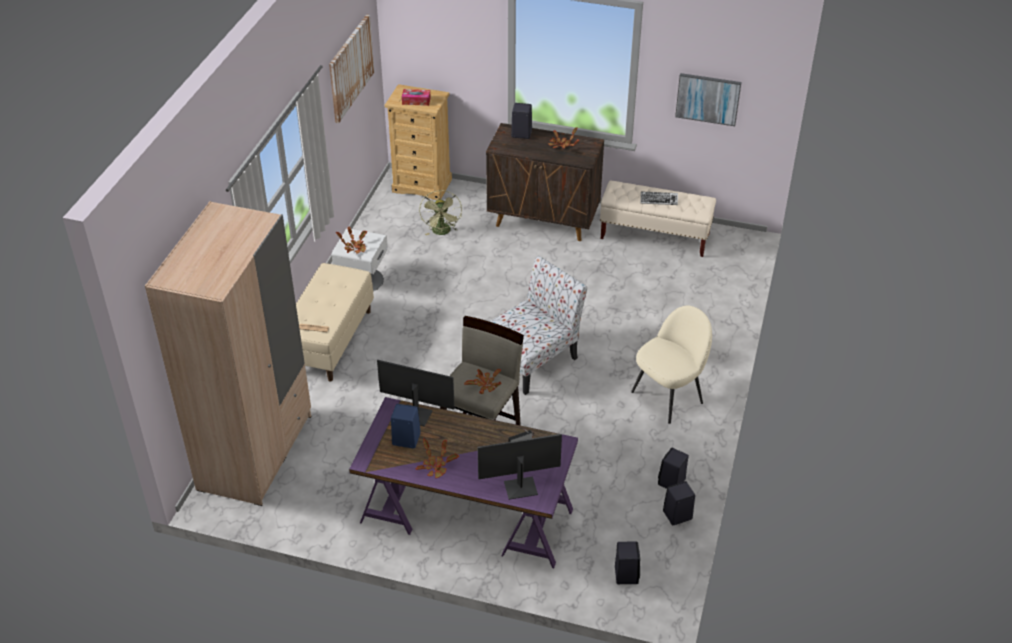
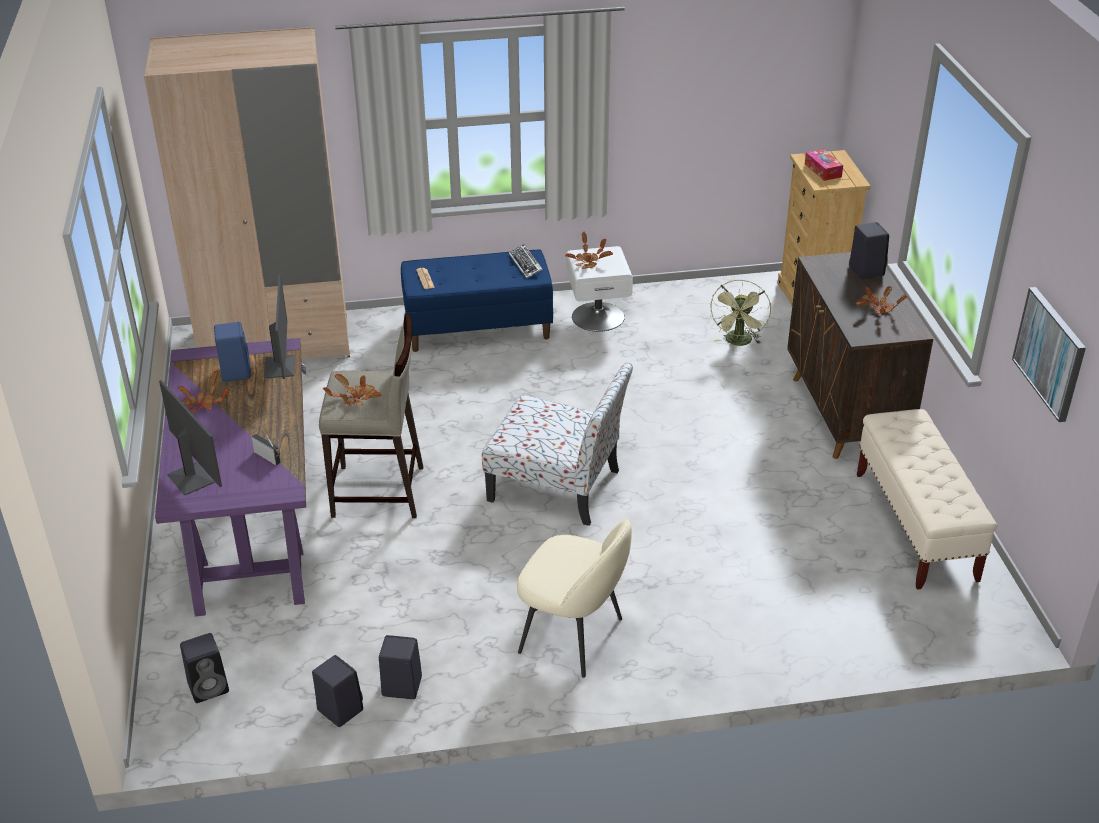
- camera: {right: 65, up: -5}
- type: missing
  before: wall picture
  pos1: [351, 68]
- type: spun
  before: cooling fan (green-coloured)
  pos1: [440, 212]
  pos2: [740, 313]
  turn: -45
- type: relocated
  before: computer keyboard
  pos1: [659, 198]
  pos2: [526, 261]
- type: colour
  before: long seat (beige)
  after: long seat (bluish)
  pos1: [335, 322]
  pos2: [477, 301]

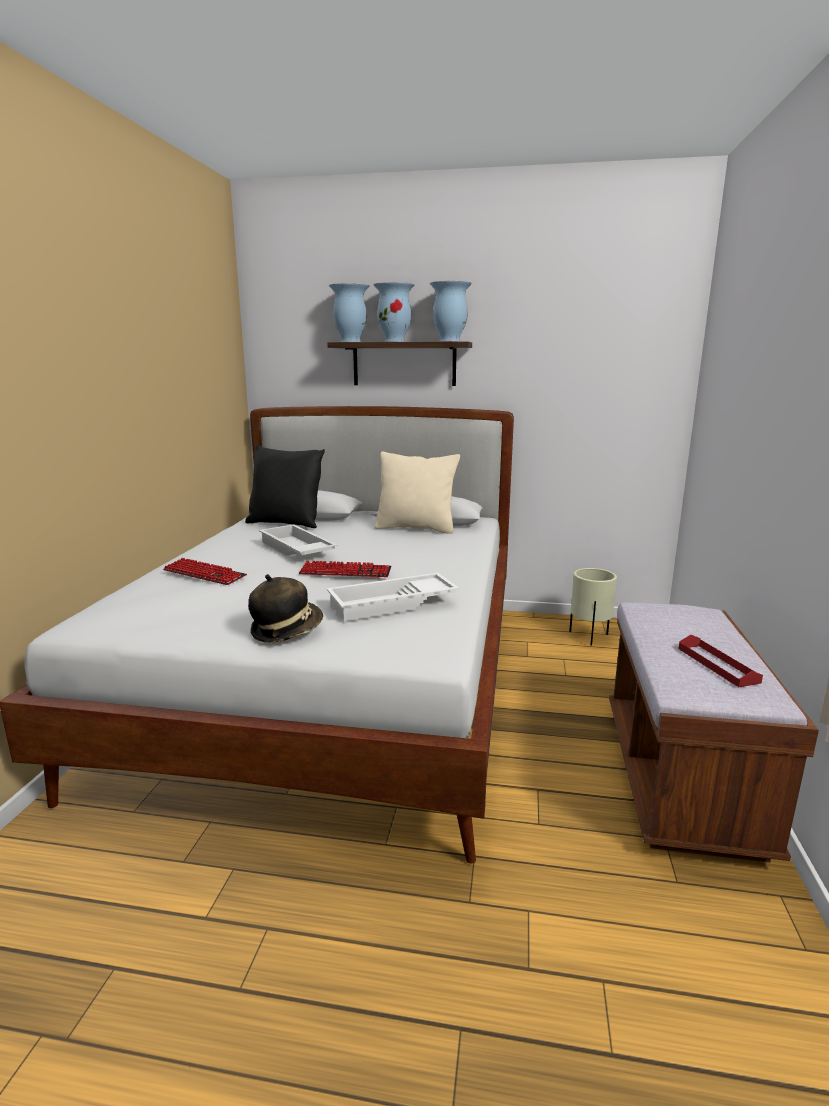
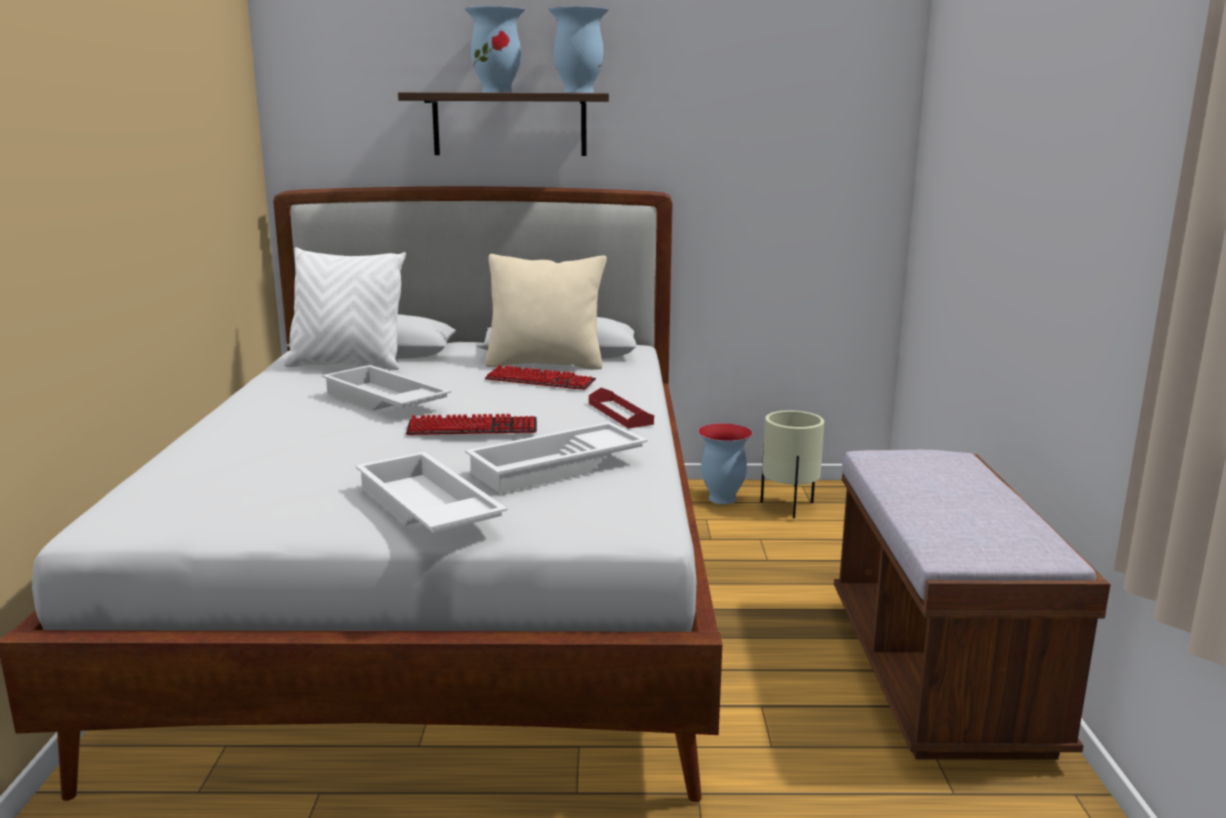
- camera: {right: -10, up: 0}
- type: relocated
  before: vase
  pos1: [349, 312]
  pos2: [725, 463]
- type: colour
  before: pillow (black)
  after: pillow (white-coloured)
  pos1: [285, 486]
  pos2: [345, 308]
- type: relocated
  before: computer keyboard
  pos1: [205, 571]
  pos2: [540, 377]
- type: exchanged
  before: hat
  after: carrying tray (white-coloured)
  pos1: [285, 608]
  pos2: [431, 492]
- type: relocated
  before: carrying tray (reddish)
  pos1: [720, 661]
  pos2: [621, 408]

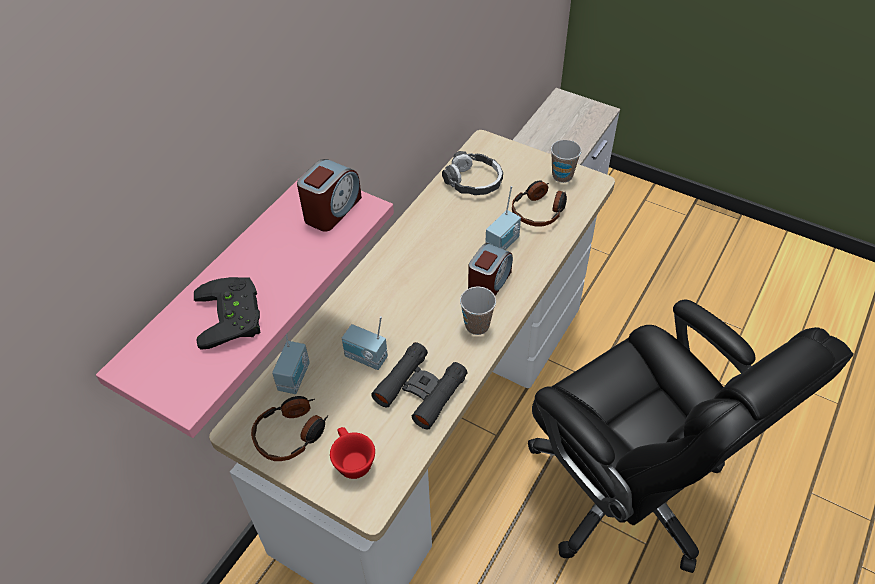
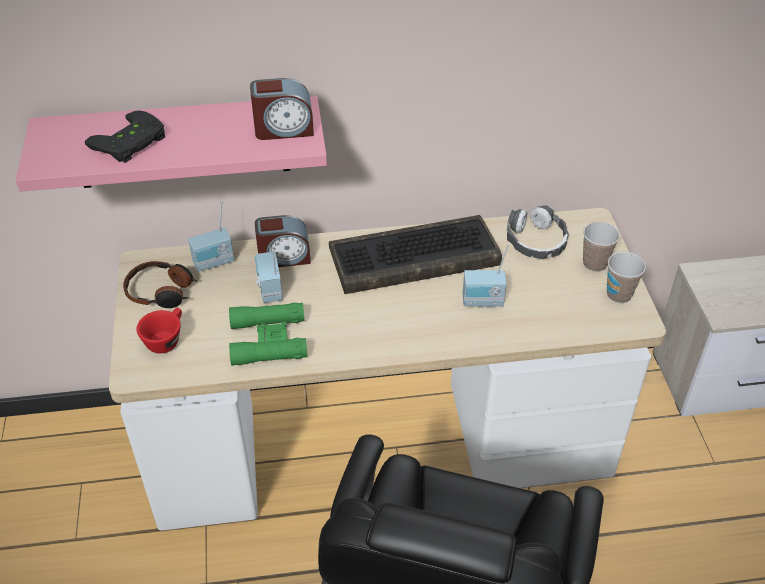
- camera: {right: 50, up: -5}
- type: missing
  before: headset
  pos1: [539, 204]
- type: relocated
  before: bedside clock
  pos1: [490, 269]
  pos2: [283, 241]
- type: relocated
  before: cup
  pos1: [478, 311]
  pos2: [601, 247]
- type: colour
  before: field glasses (black)
  after: field glasses (green-coloured)
  pos1: [419, 385]
  pos2: [268, 333]
- type: appeared
  after: computer keyboard
  pos2: [415, 254]

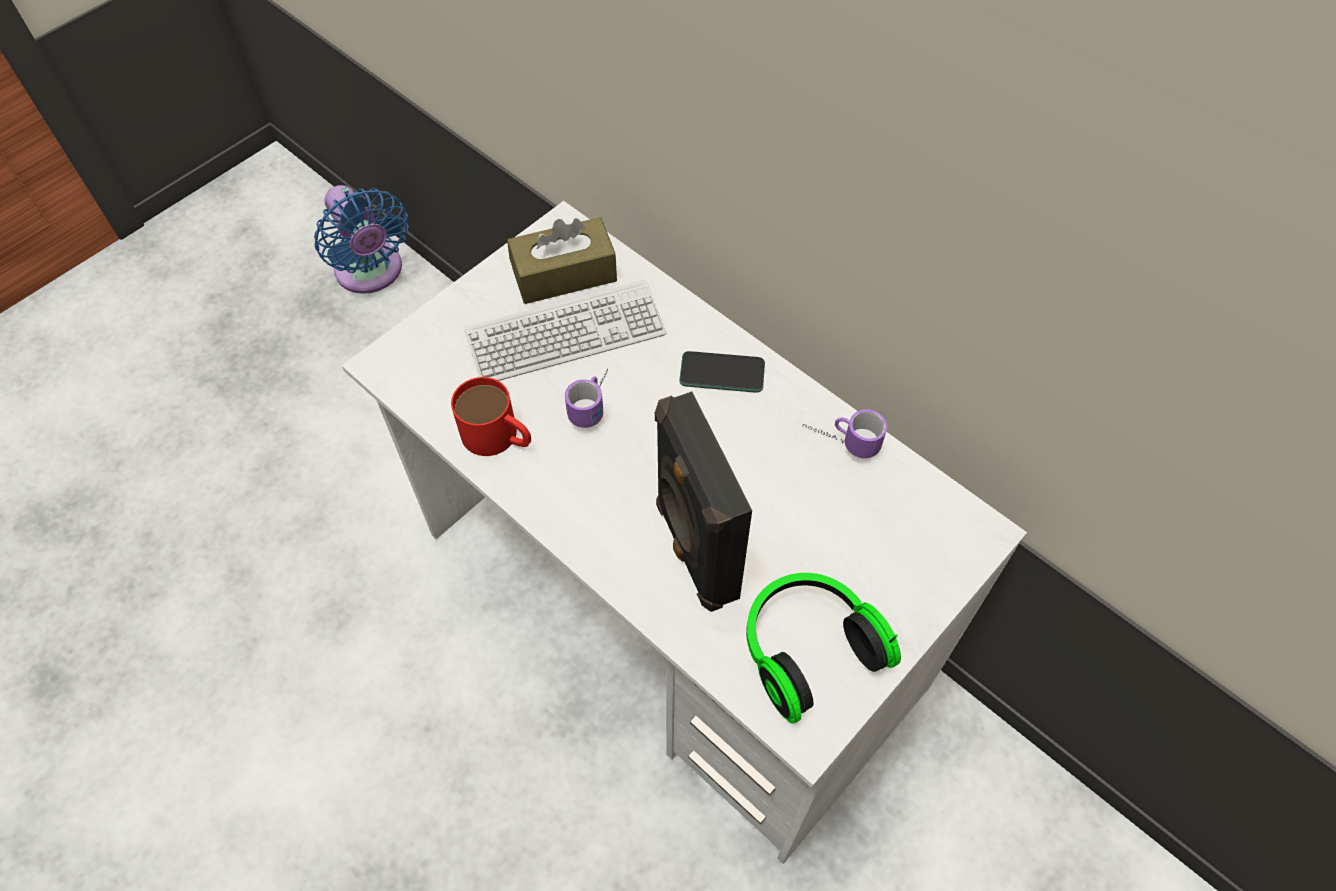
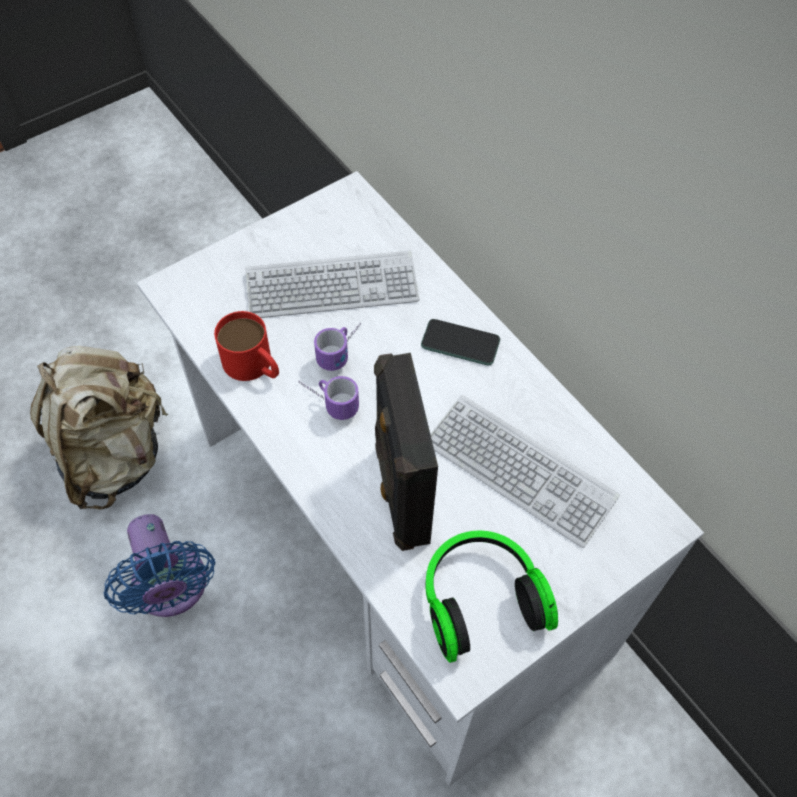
- camera: {right: 10, up: 0}
- type: relocated
  before: cooling fan (bluish)
  pos1: [361, 239]
  pos2: [159, 565]
- type: missing
  before: tissue box (brownish)
  pos1: [562, 260]
- type: relocated
  before: coffee mug
  pos1: [844, 433]
  pos2: [328, 398]
- type: appeared
  after: backpack (beige)
  pos2: [99, 428]
- type: appeared
  after: computer keyboard
  pos2: [525, 471]

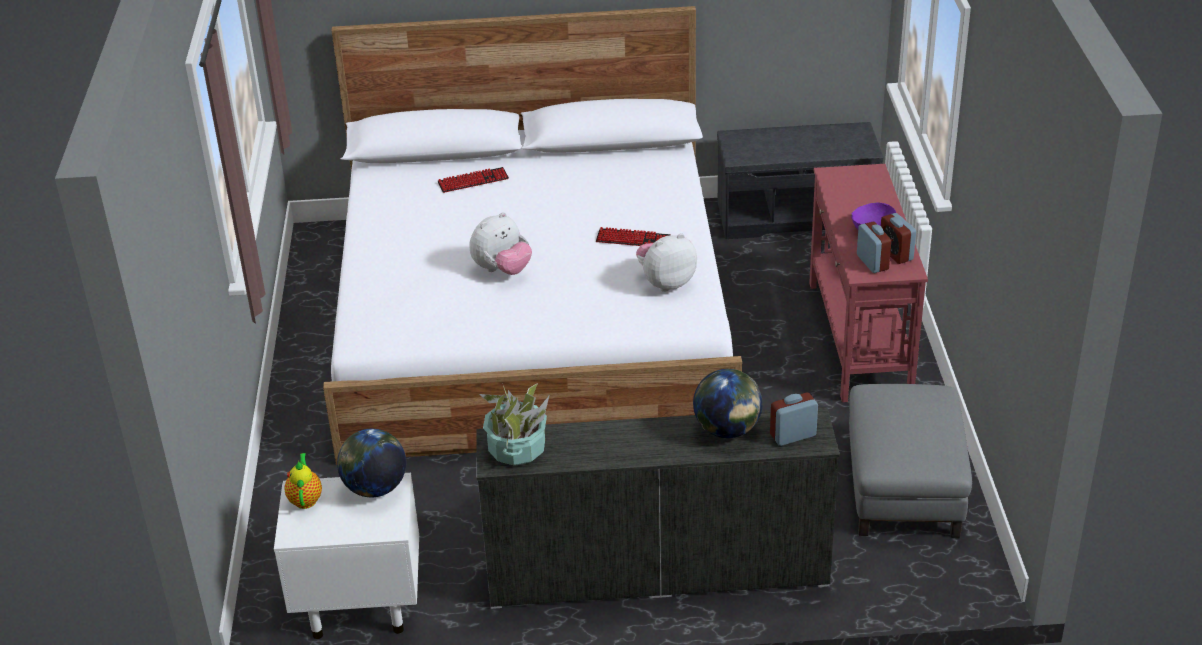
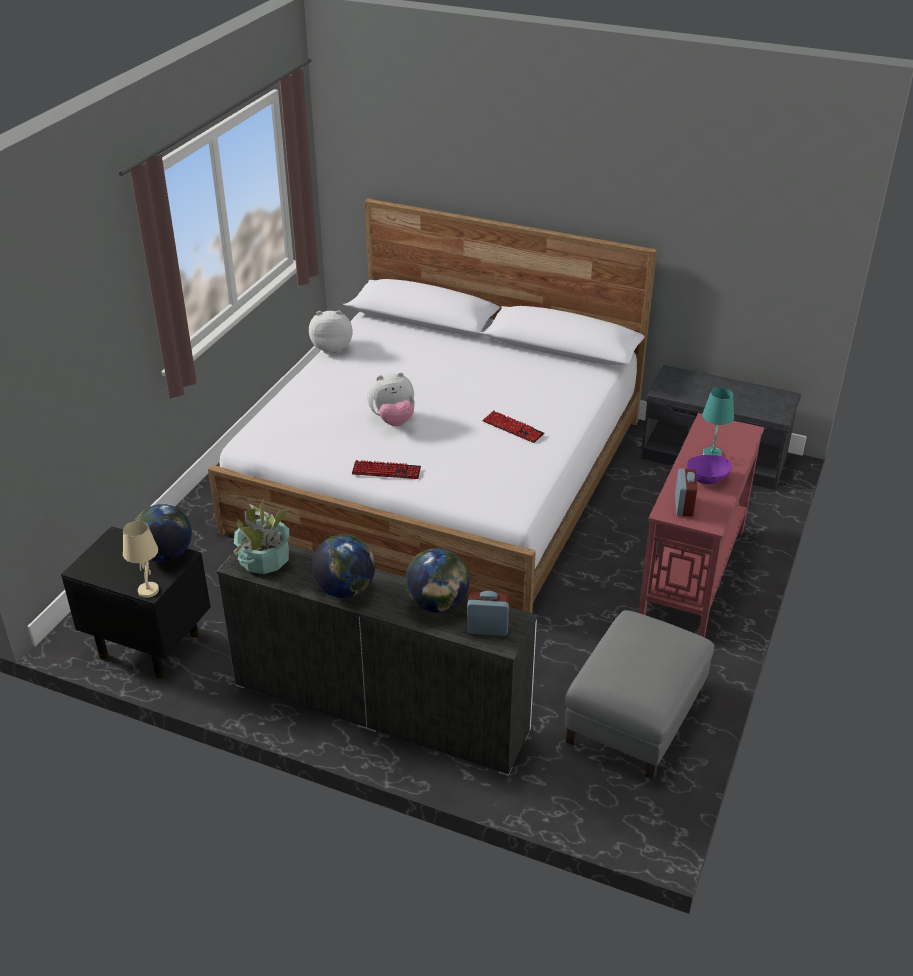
- camera: {right: 25, up: 0}
- type: relocated
  before: computer keyboard
  pos1: [473, 180]
  pos2: [386, 469]
- type: missing
  before: bedside clock
  pos1: [898, 238]
- type: relocated
  before: soft toy
  pos1: [666, 262]
  pos2: [331, 332]
- type: missing
  before: tea pot
  pos1: [303, 481]
- type: colour
  before: nightstand (white-coloured)
  after: nightstand (black)
  pos1: [346, 556]
  pos2: [135, 602]
- type: appeared
  after: table lamp (blue-green)
  pos2: [718, 421]
- type: appeared
  after: table lamp (beige)
  pos2: [141, 559]
- type: appeared
  after: world globe
  pos2: [343, 566]

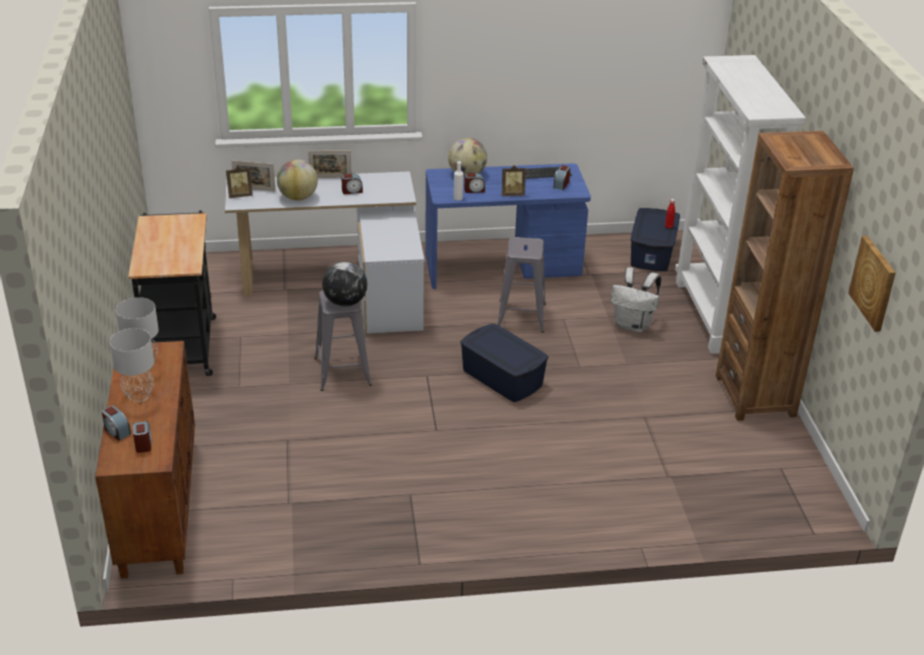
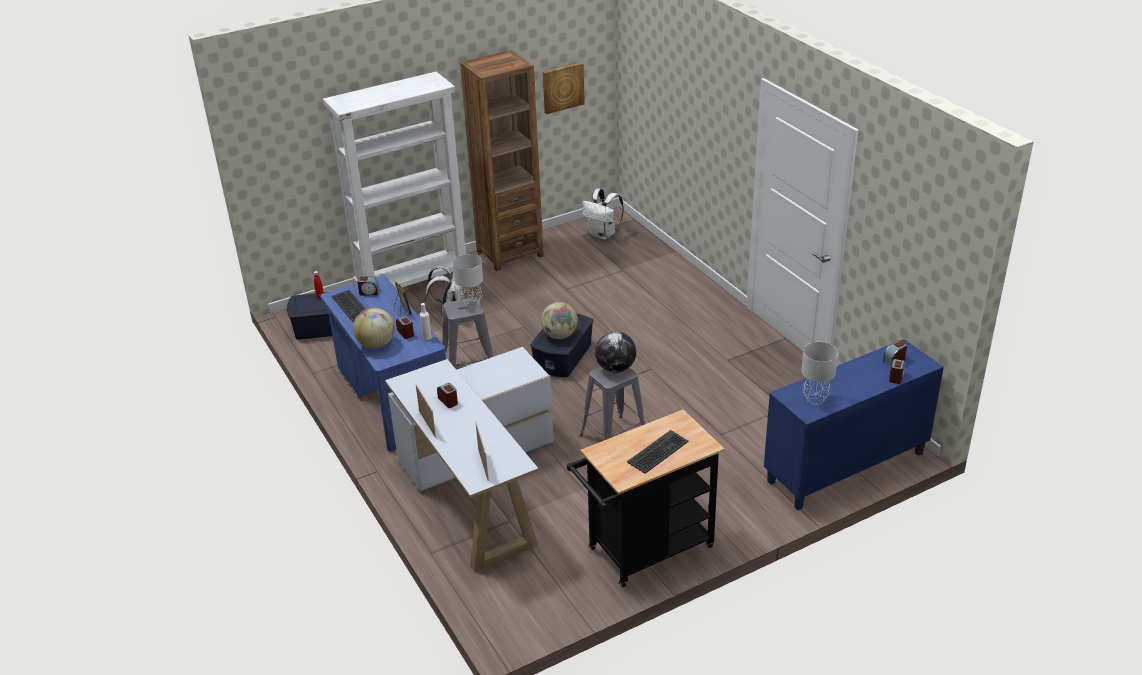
- camera: {right: -110, up: 0}
- type: relocated
  before: world globe
  pos1: [297, 180]
  pos2: [559, 320]
- type: missing
  before: photo frame
  pos1: [239, 182]
- type: relocated
  before: table lamp (gray)
  pos1: [132, 365]
  pos2: [468, 281]
- type: colour
  before: cabinet (brownish)
  after: cabinet (bluish)
  pos1: [145, 460]
  pos2: [854, 424]
- type: appeared
  after: backpack (white-coloured)
  pos2: [603, 214]
- type: appeared
  after: computer keyboard
  pos2: [658, 452]

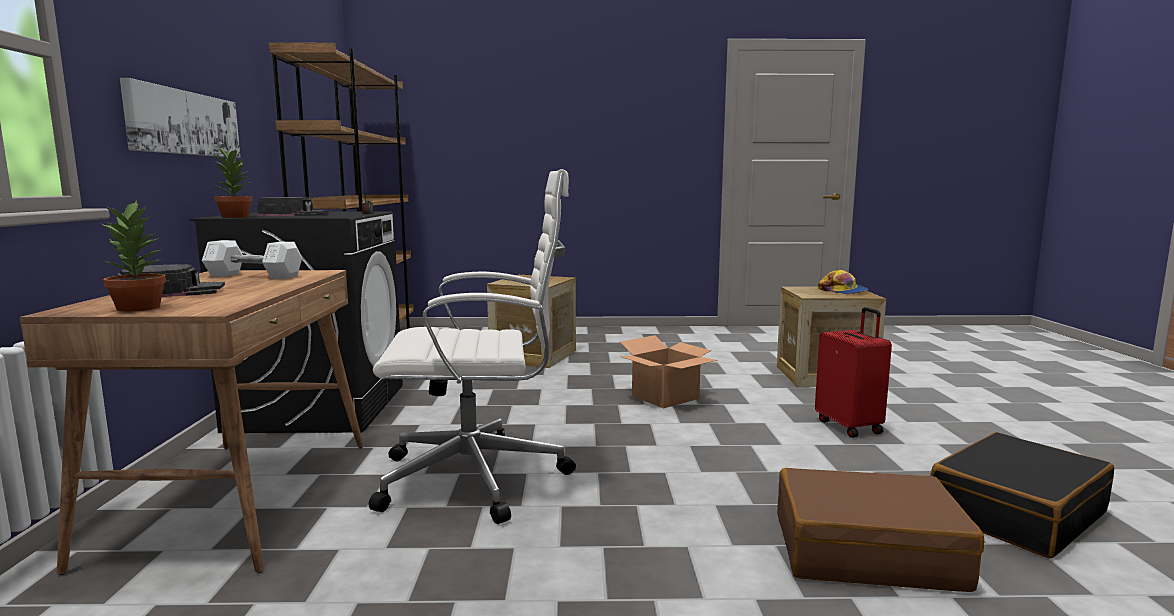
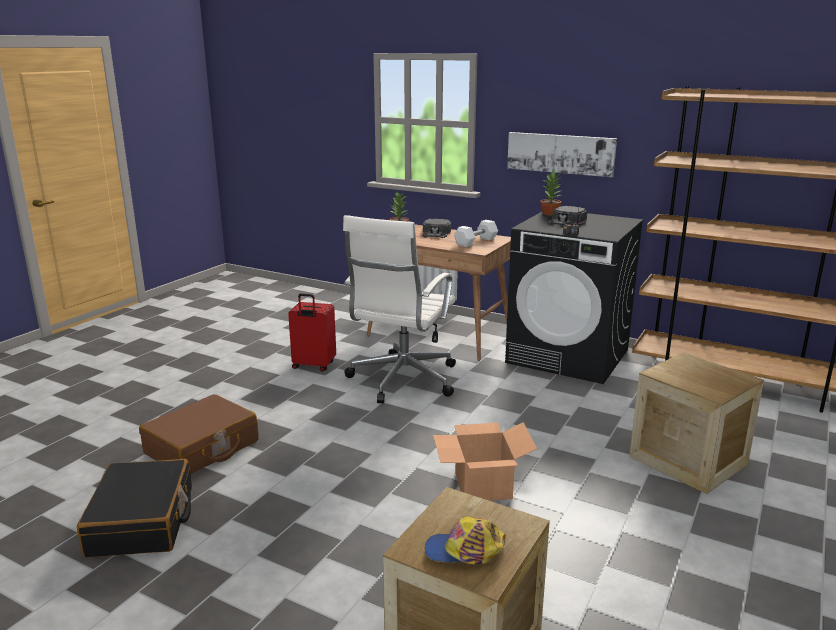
- camera: {right: 120, up: 10}
- type: relocated
  before: suitcase (reddish)
  pos1: [853, 372]
  pos2: [312, 332]

